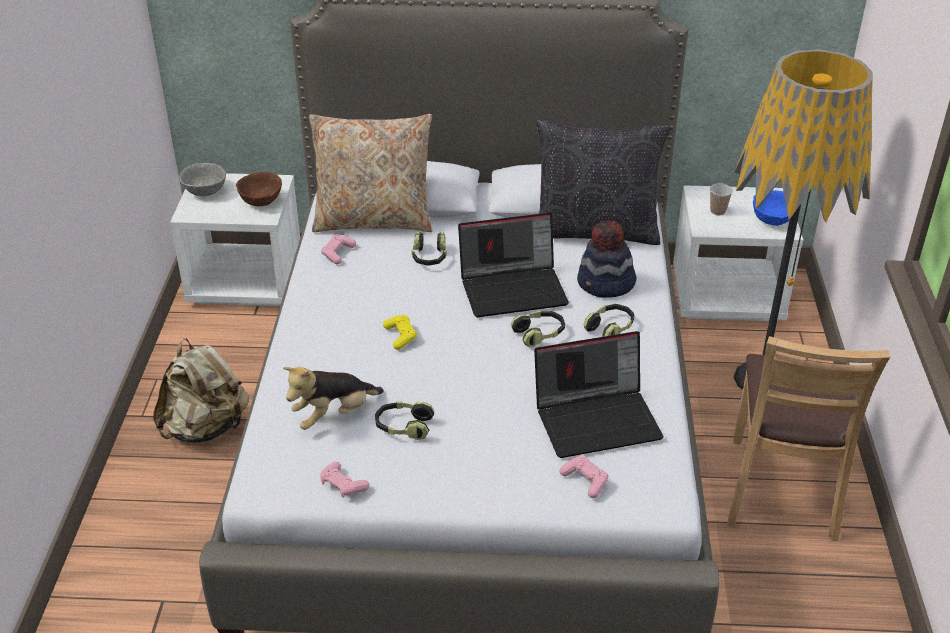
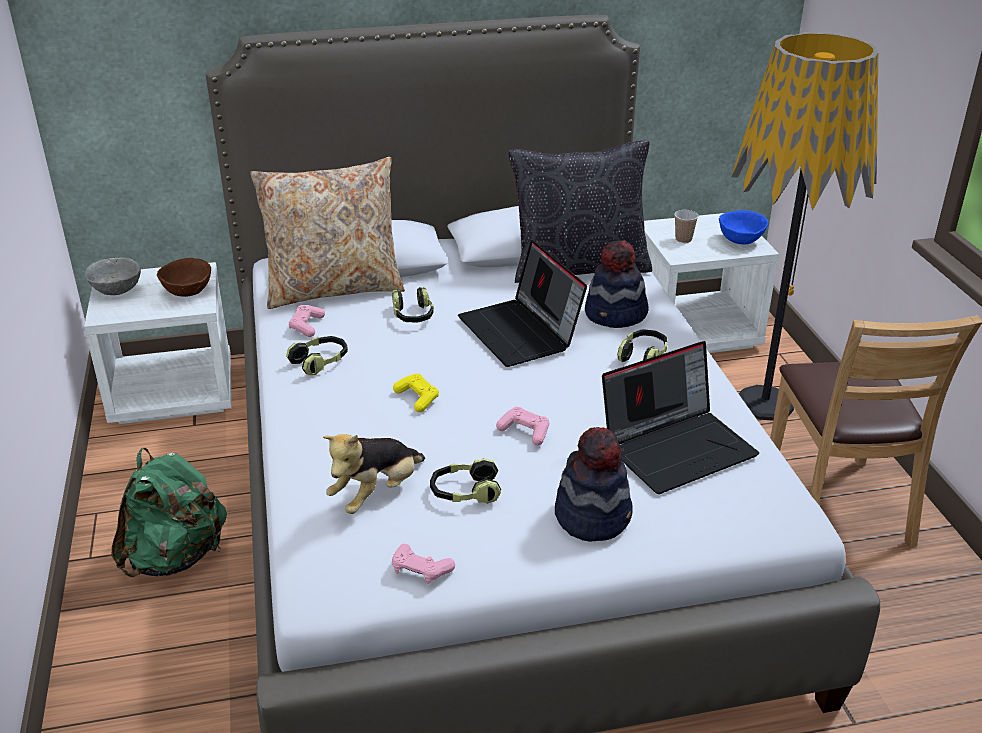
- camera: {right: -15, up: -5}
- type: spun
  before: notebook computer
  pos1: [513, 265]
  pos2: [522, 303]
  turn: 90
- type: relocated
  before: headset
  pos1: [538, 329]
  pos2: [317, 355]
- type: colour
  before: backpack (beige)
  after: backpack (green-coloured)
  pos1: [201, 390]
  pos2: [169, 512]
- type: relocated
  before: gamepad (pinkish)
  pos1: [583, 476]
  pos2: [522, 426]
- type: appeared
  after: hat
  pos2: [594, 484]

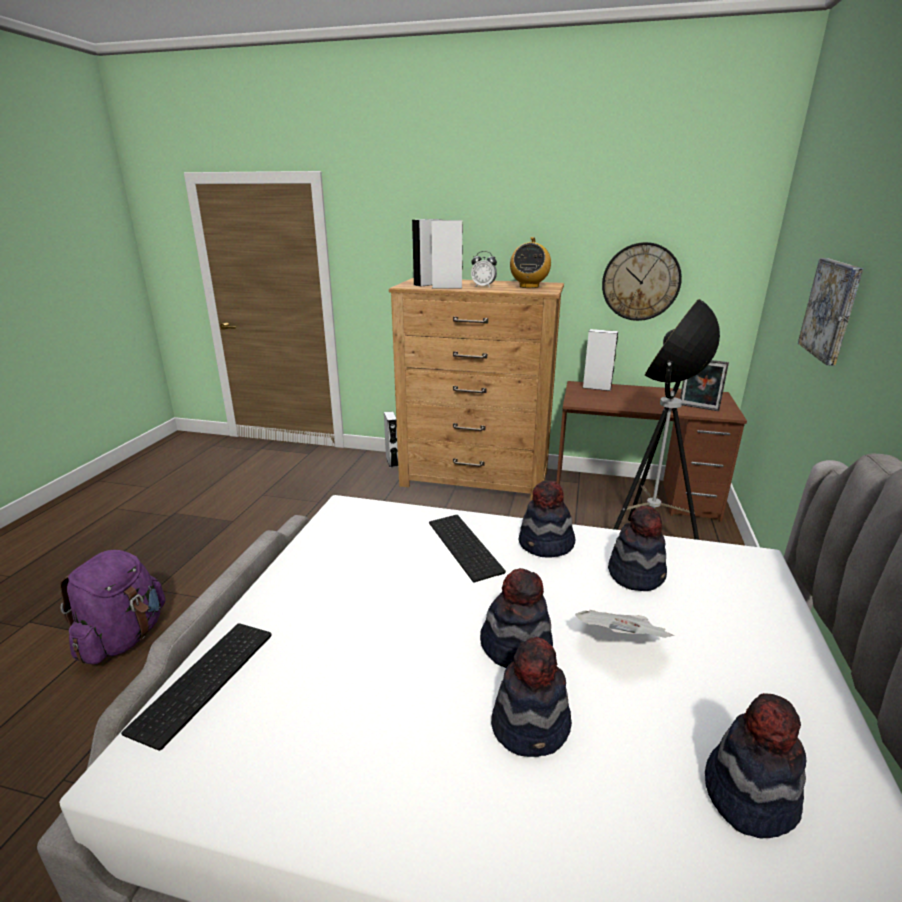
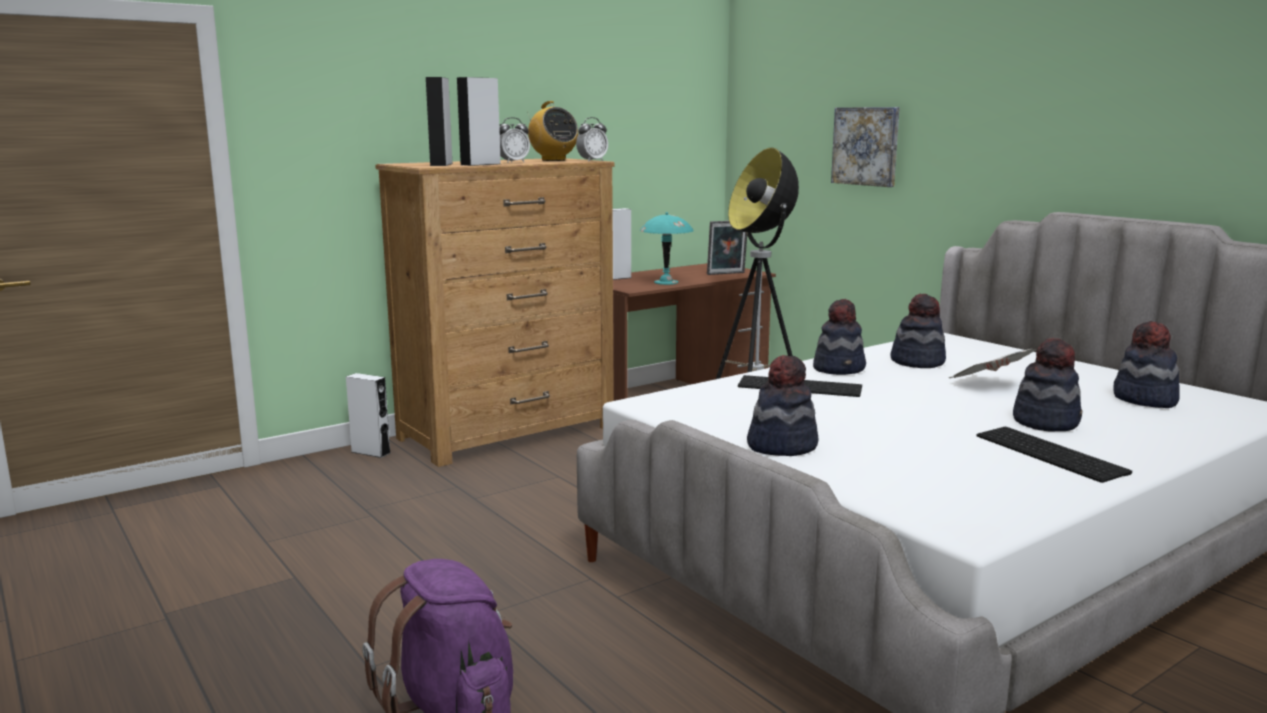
- camera: {right: -50, up: -10}
- type: missing
  before: hanging clock
  pos1: [642, 281]
- type: relocated
  before: hat
  pos1: [516, 618]
  pos2: [782, 405]
- type: relocated
  before: computer keyboard
  pos1: [196, 687]
  pos2: [1054, 455]
- type: appeared
  after: bedside clock
  pos2: [592, 139]
- type: appeared
  after: table lamp (blue-green)
  pos2: [667, 248]

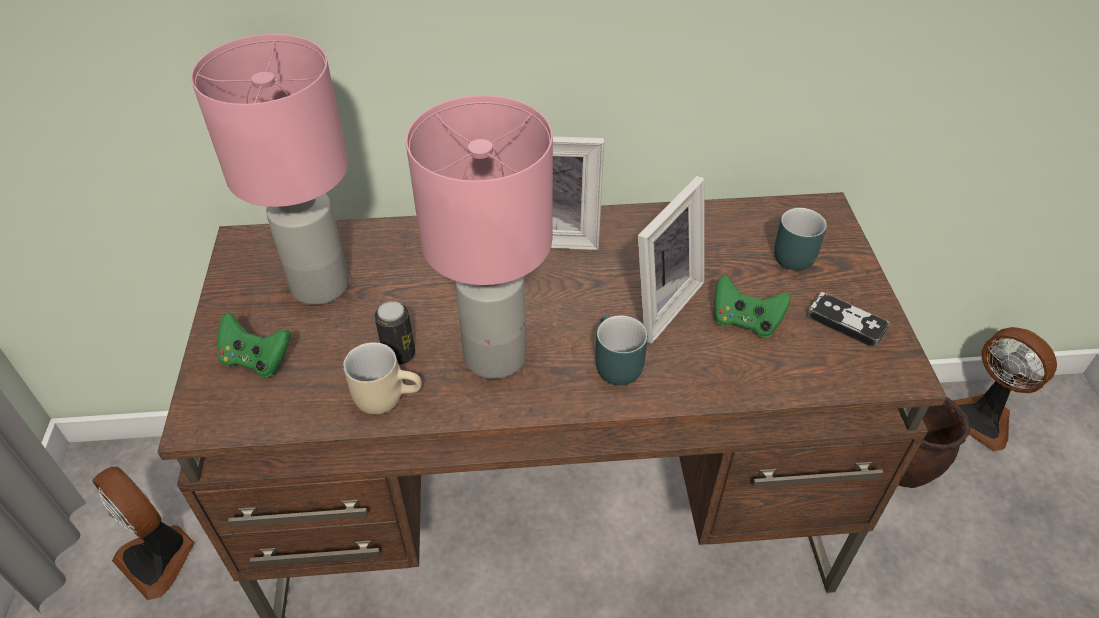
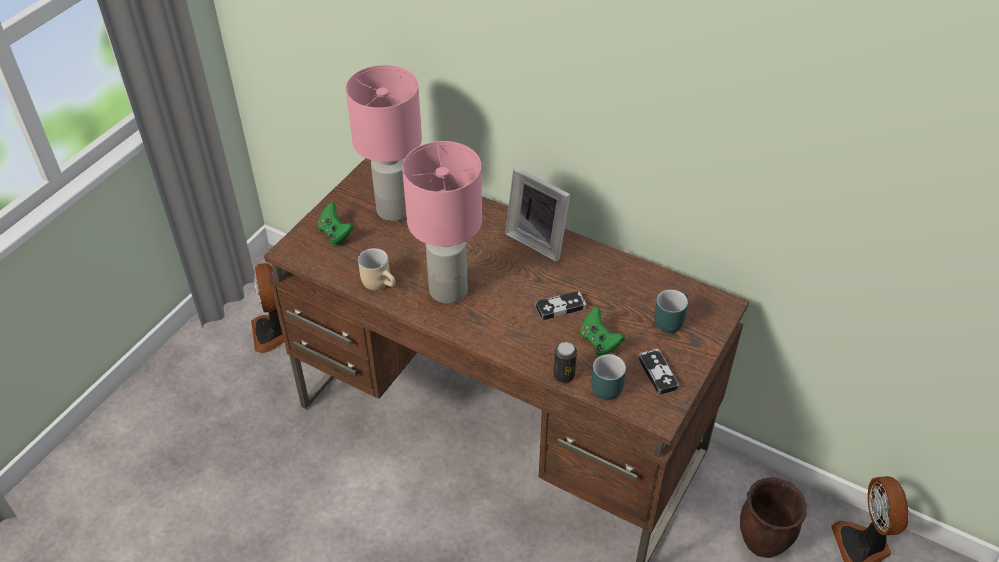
- camera: {right: 35, up: 0}
- type: exchanged
  before: photo frame
  after: gamepad
  pos1: [671, 260]
  pos2: [561, 305]
- type: relocated
  before: can
  pos1: [394, 333]
  pos2: [565, 362]
- type: relocated
  before: coffee mug (blue-green)
  pos1: [621, 350]
  pos2: [608, 376]

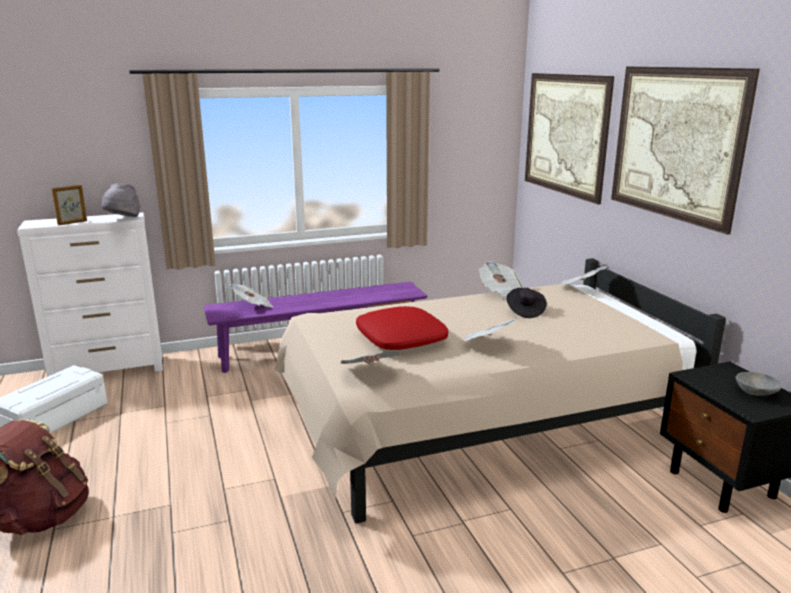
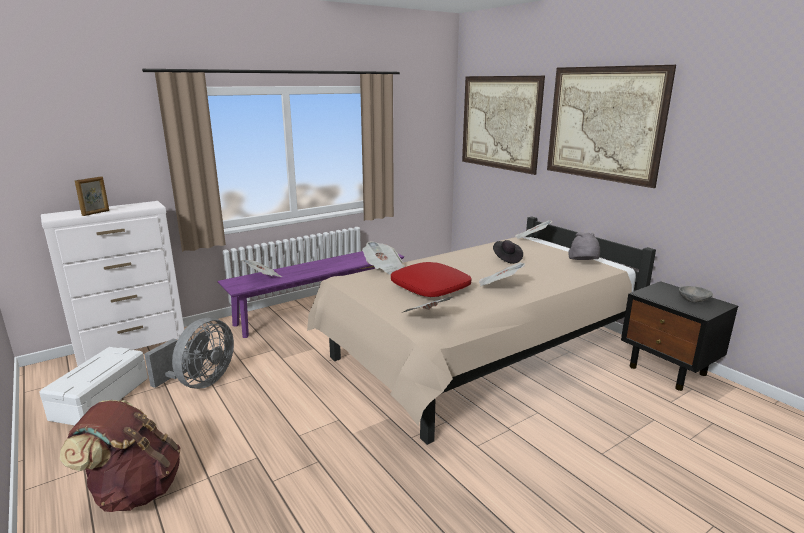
- camera: {right: -15, up: 0}
- type: relocated
  before: hat (gray)
  pos1: [121, 200]
  pos2: [584, 246]
- type: relocated
  before: newspaper
  pos1: [501, 280]
  pos2: [383, 258]
- type: appeared
  after: cooling fan (gray)
  pos2: [189, 353]

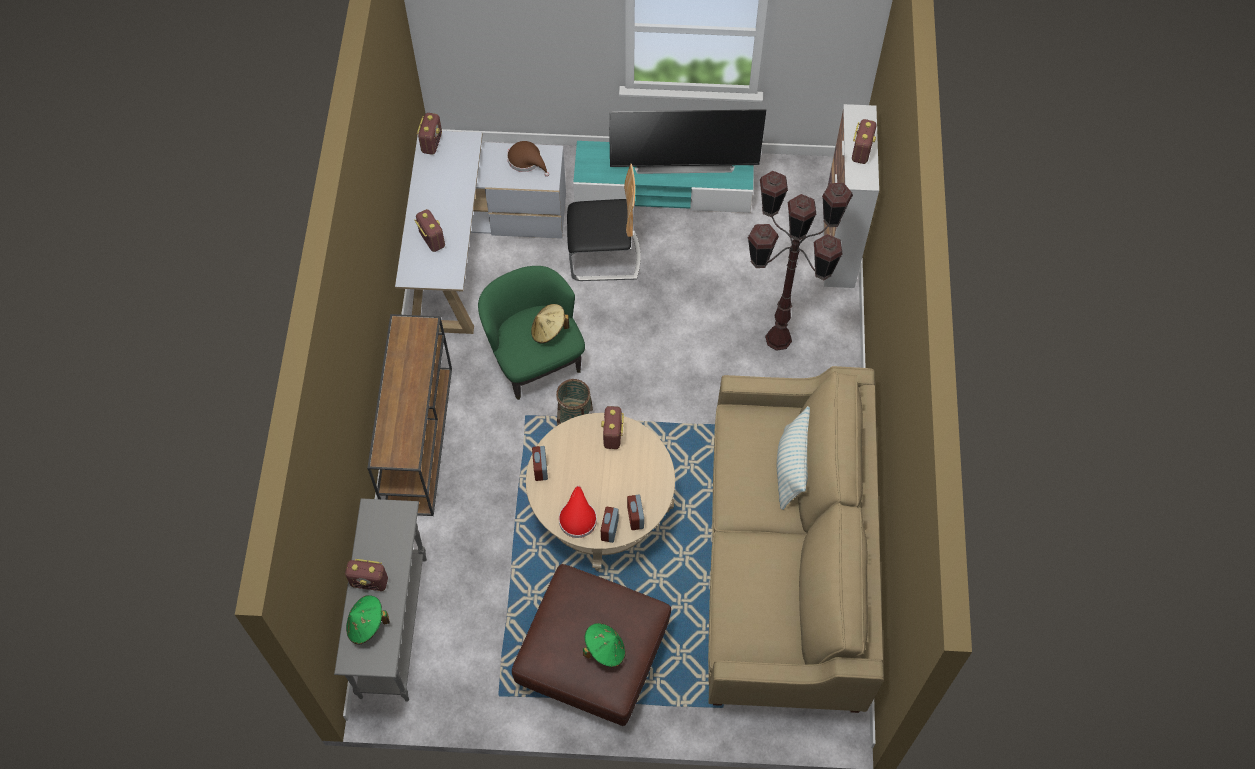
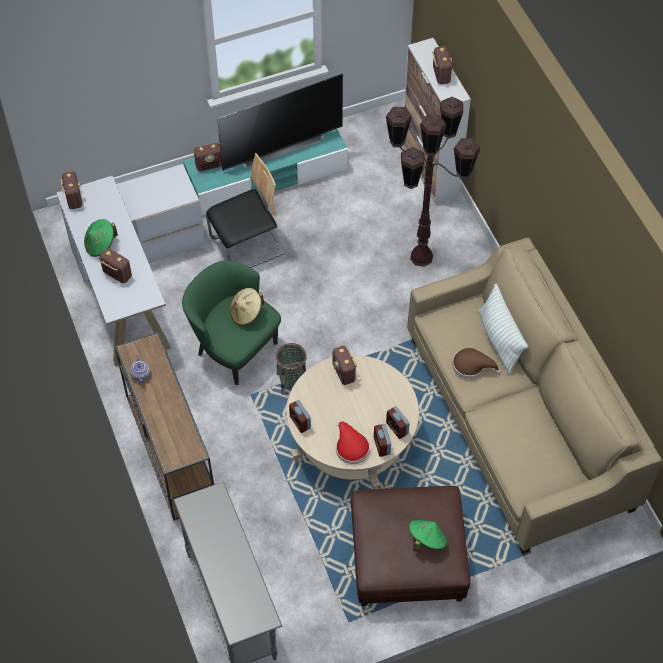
- camera: {right: -25, up: -5}
- type: relocated
  before: hat (brownish)
  pos1: [528, 159]
  pos2: [476, 363]
- type: relocated
  before: radio set
  pos1: [366, 575]
  pos2: [208, 157]
- type: relocated
  before: hat (green-coloured)
  pos1: [368, 620]
  pos2: [101, 238]
- type: appeared
  after: tea pot
  pos2: [140, 369]

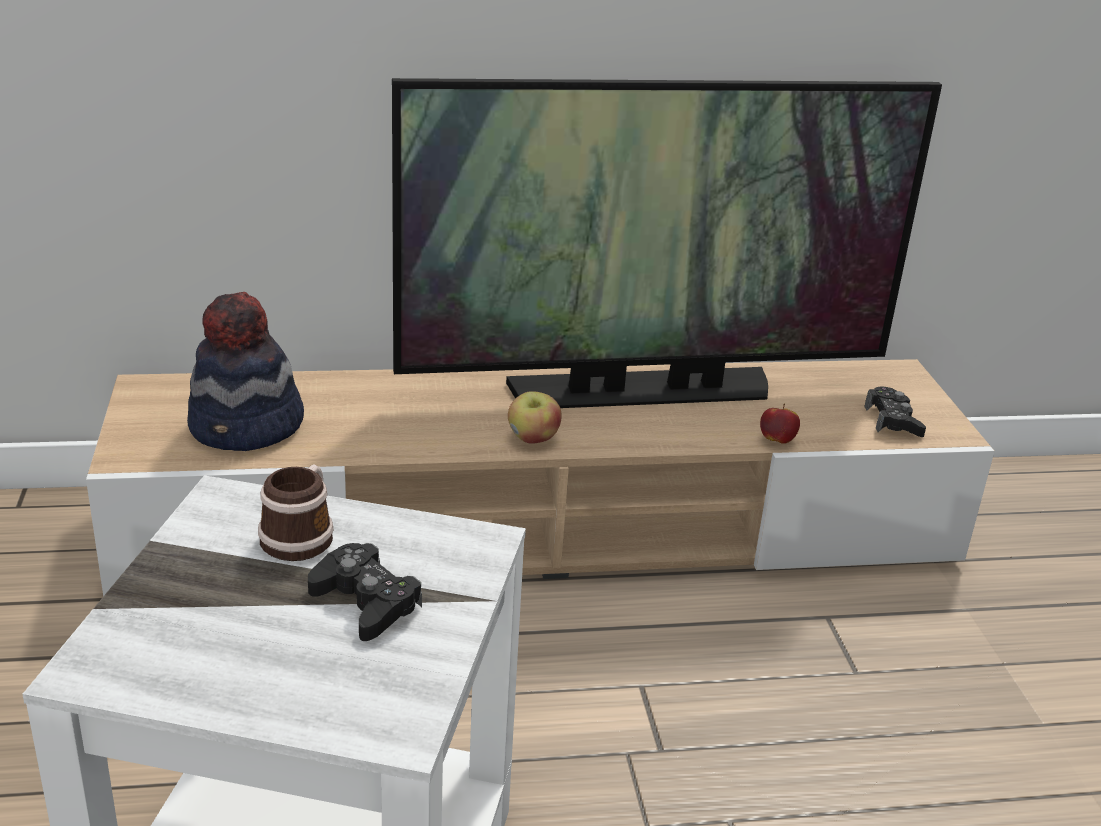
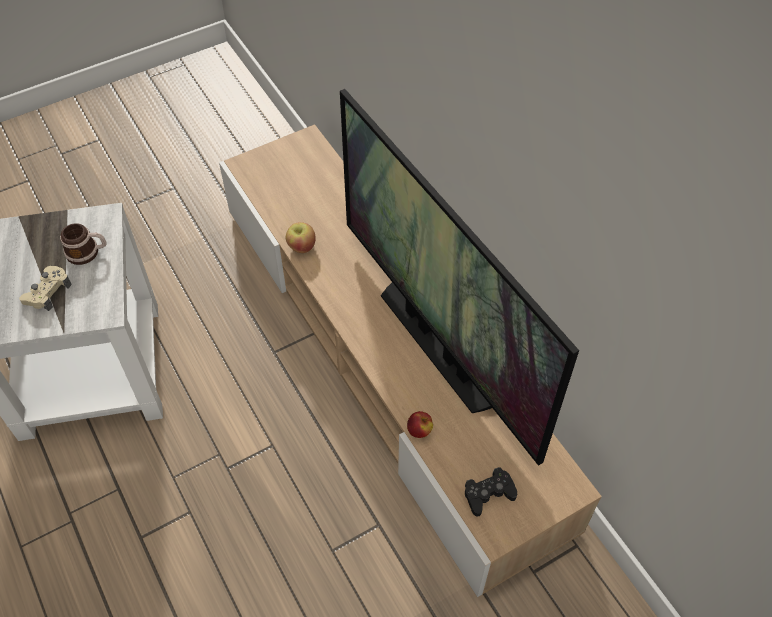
- camera: {right: 70, up: 25}
- type: missing
  before: hat
  pos1: [245, 371]
- type: relocated
  before: apple fruit
  pos1: [535, 417]
  pos2: [301, 237]
- type: colour
  before: gamepad (black)
  after: gamepad (beige)
  pos1: [365, 592]
  pos2: [45, 288]

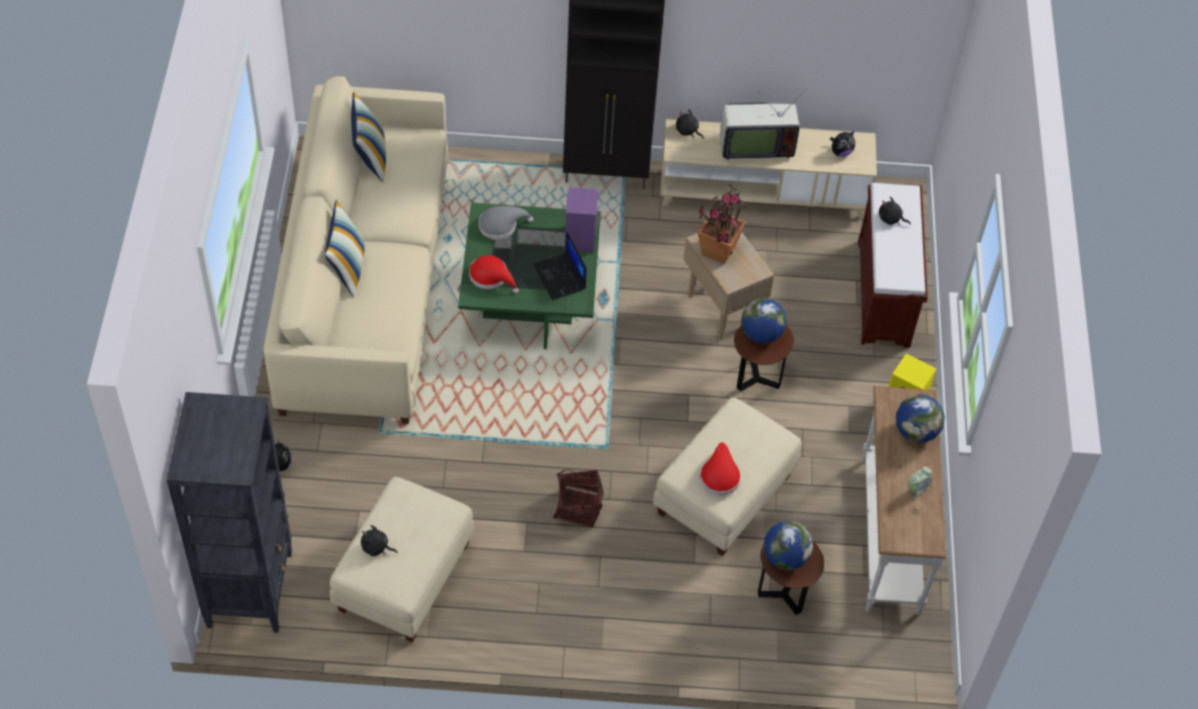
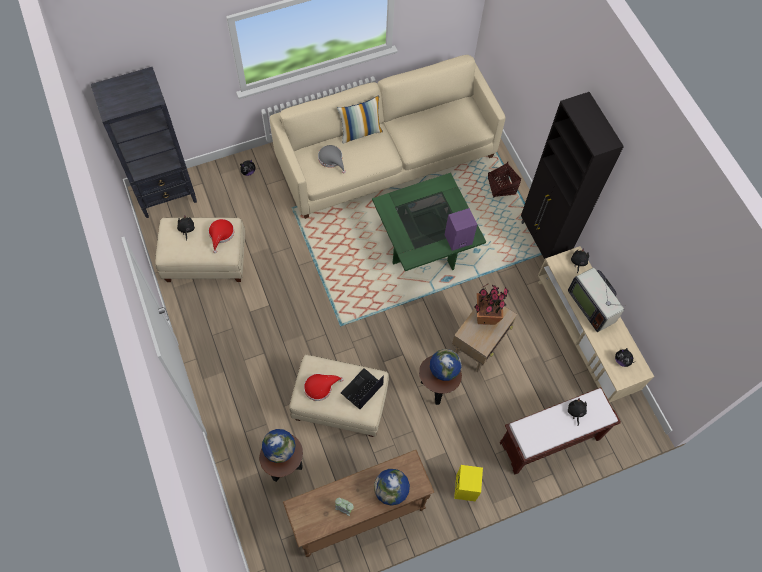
- camera: {right: 65, up: 10}
- type: missing
  before: pillow
  pos1: [368, 137]
- type: relocated
  before: hat (gray)
  pos1: [506, 223]
  pos2: [332, 159]
- type: relocated
  before: notebook computer
  pos1: [560, 265]
  pos2: [362, 388]
- type: relocated
  before: hat (reddish)
  pos1: [494, 274]
  pos2: [221, 236]
- type: colour
  before: hall table (white-coloured)
  after: hall table (brownish)
  pos1: [904, 500]
  pos2: [359, 503]
- type: relocated
  before: household basket
  pos1: [578, 498]
  pos2: [504, 180]

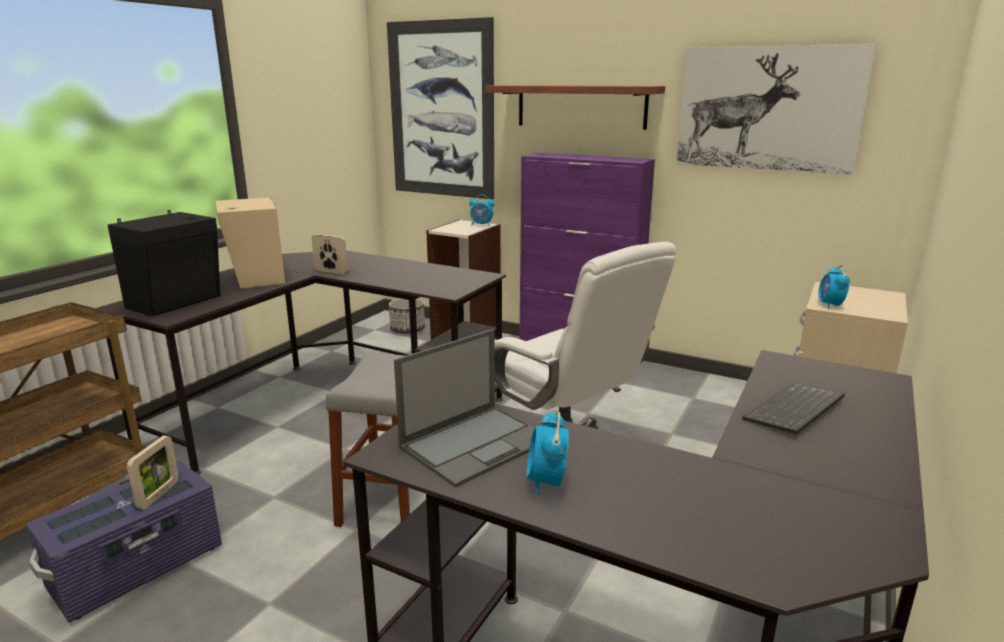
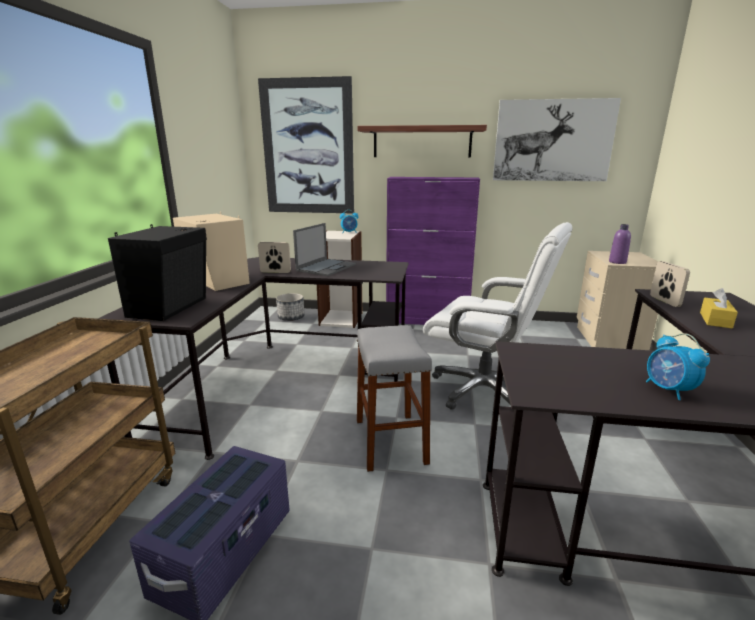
- camera: {right: -20, up: 0}
- type: exchanged
  before: bedside clock
  after: bottle (purplish)
  pos1: [834, 287]
  pos2: [620, 244]
- type: relocated
  before: notebook computer
  pos1: [464, 408]
  pos2: [324, 249]
- type: exchanged
  before: computer keyboard
  after: tissue box (yellow-coloured)
  pos1: [793, 408]
  pos2: [719, 308]
- type: relocated
  before: photo frame
  pos1: [153, 473]
  pos2: [670, 284]

